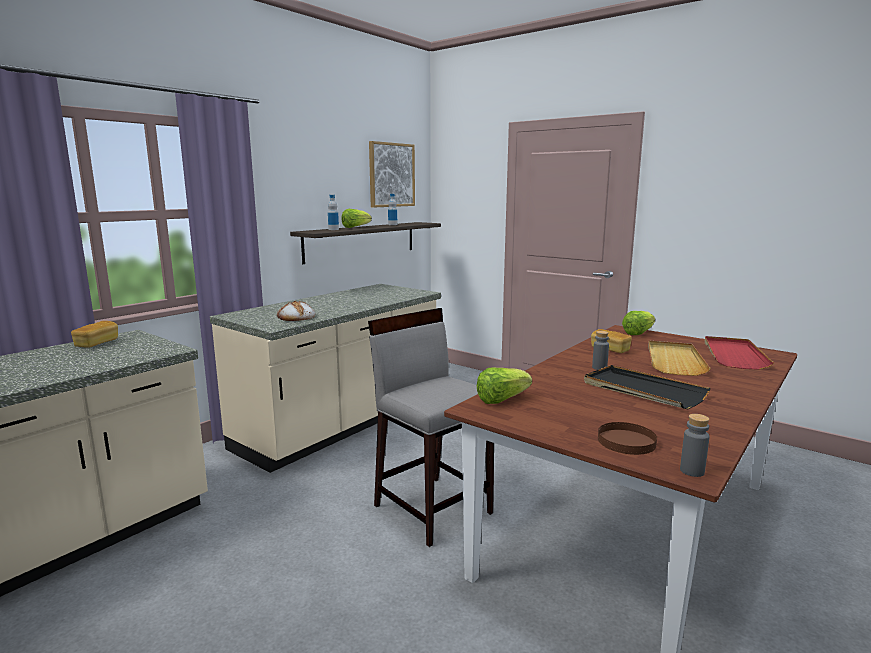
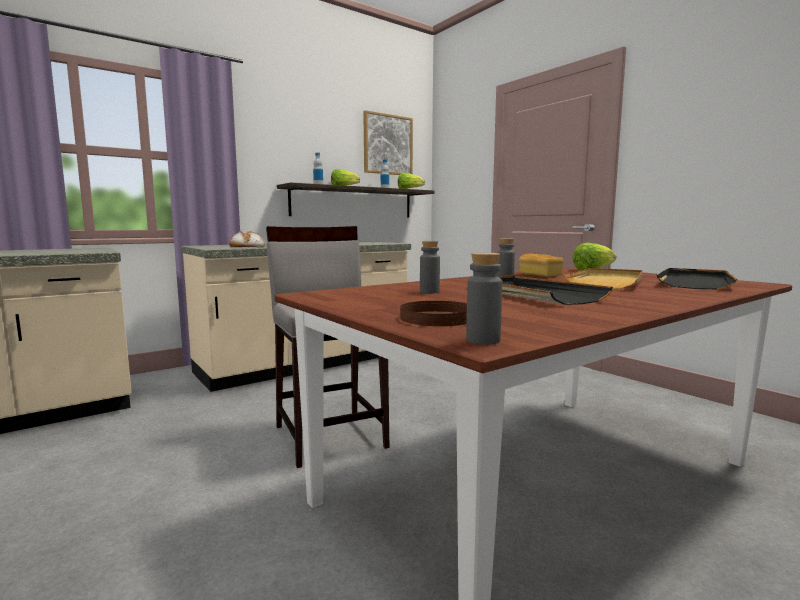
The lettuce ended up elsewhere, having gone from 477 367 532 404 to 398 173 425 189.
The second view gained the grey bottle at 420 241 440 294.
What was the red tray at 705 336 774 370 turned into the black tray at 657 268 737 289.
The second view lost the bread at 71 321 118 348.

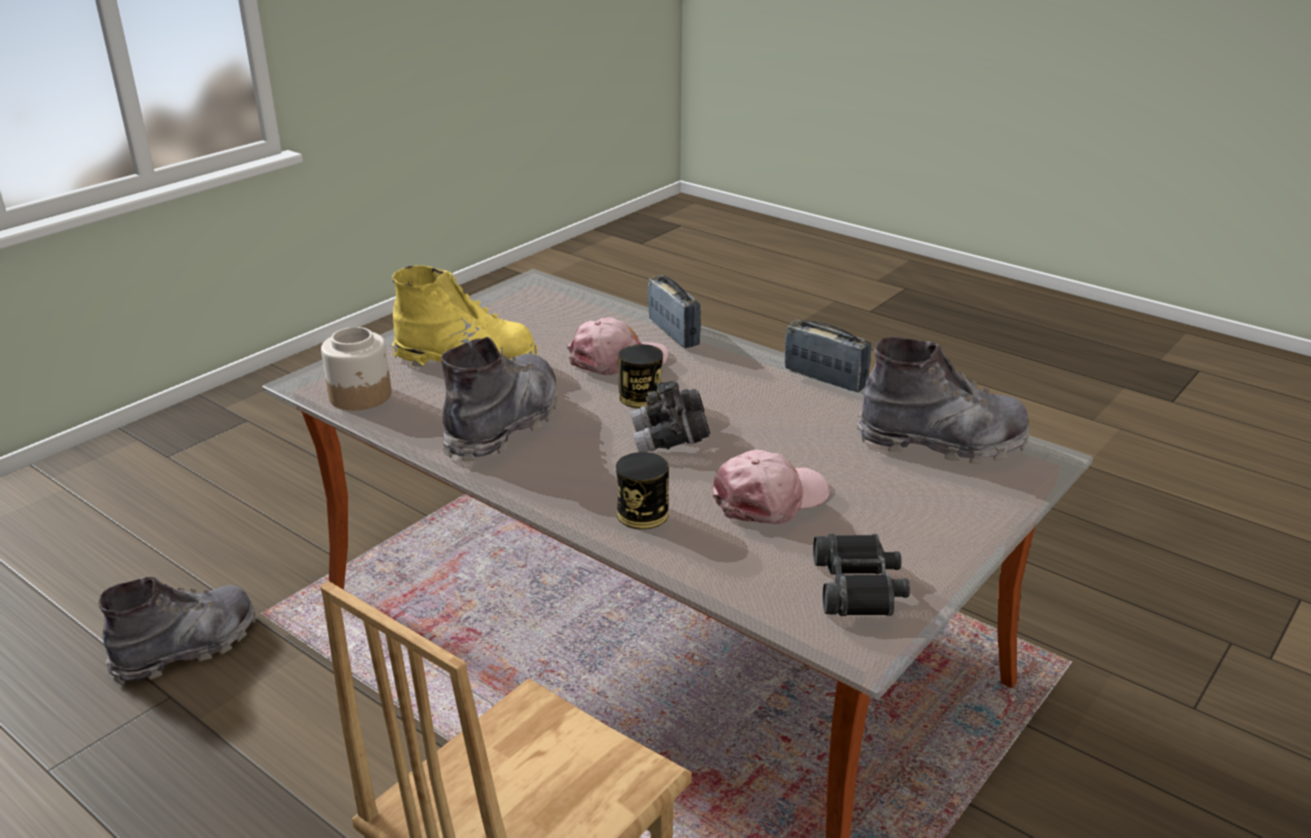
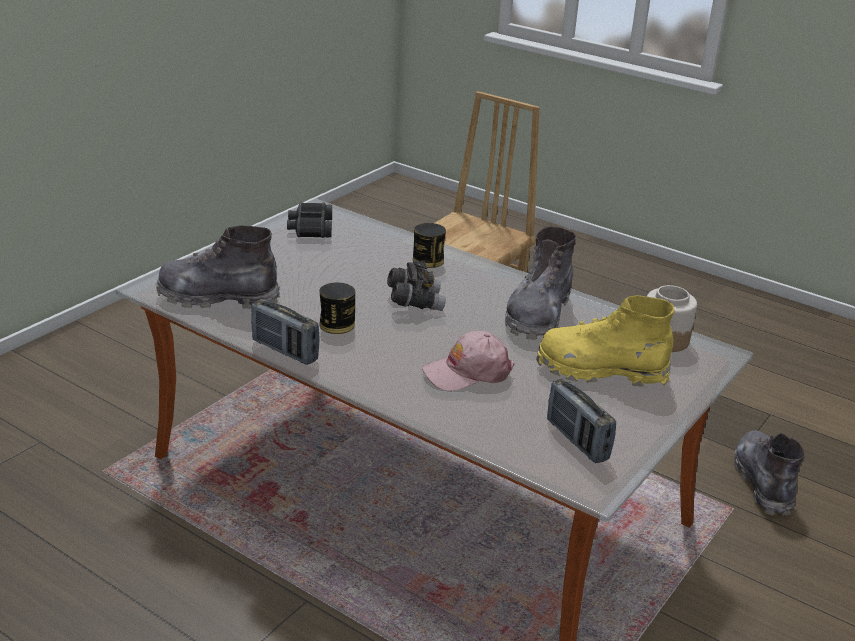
The can ended up elsewhere, having gone from 618 344 663 408 to 319 282 355 334.
The radio ended up elsewhere, having gone from 648 275 701 348 to 547 378 616 463.
The grey boot at 98 577 256 685 ended up facing another way, 135 degrees clockwise from before.
The second view lost the pink cap at 713 450 829 524.

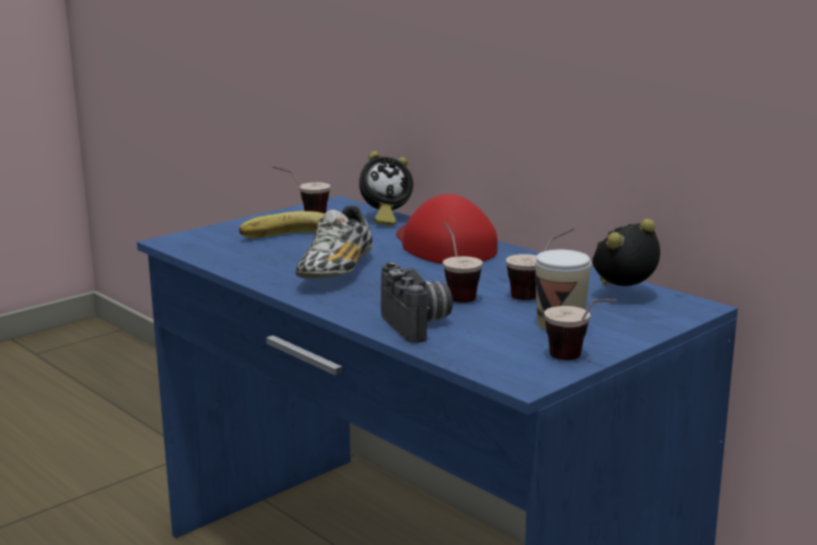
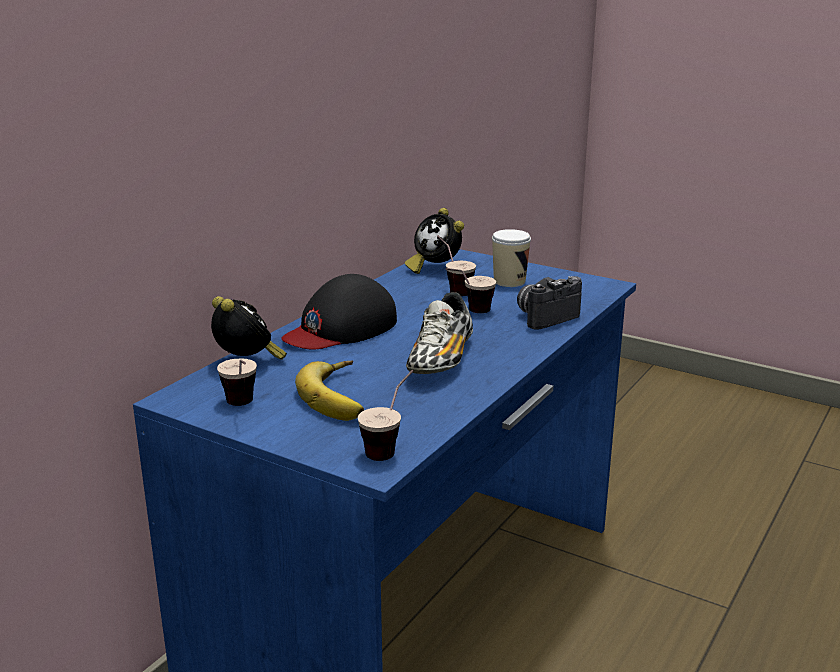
What was the red cap at 396 194 498 264 turned into the black cap at 281 274 397 350.
The cup ended up elsewhere, having gone from 544 299 617 360 to 358 370 413 461.
The shoe at 295 205 373 279 ended up facing another way, 105 degrees clockwise from before.

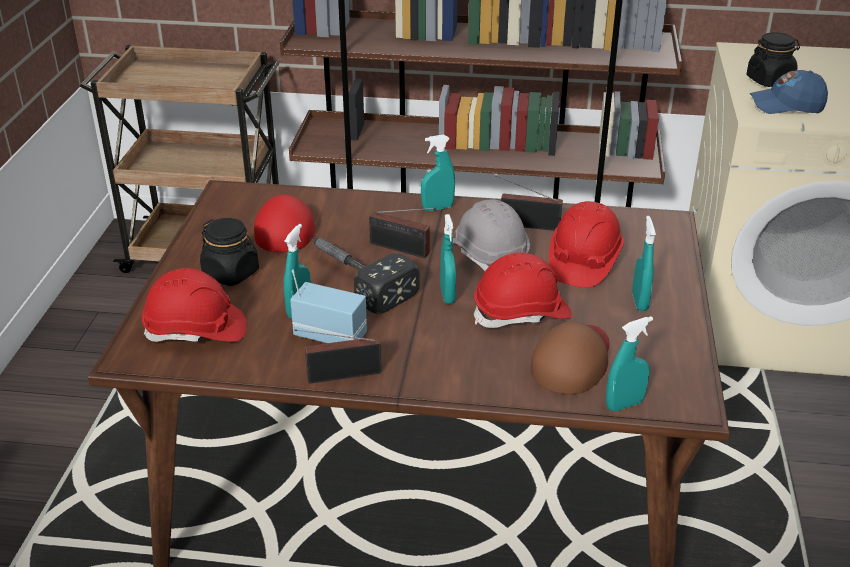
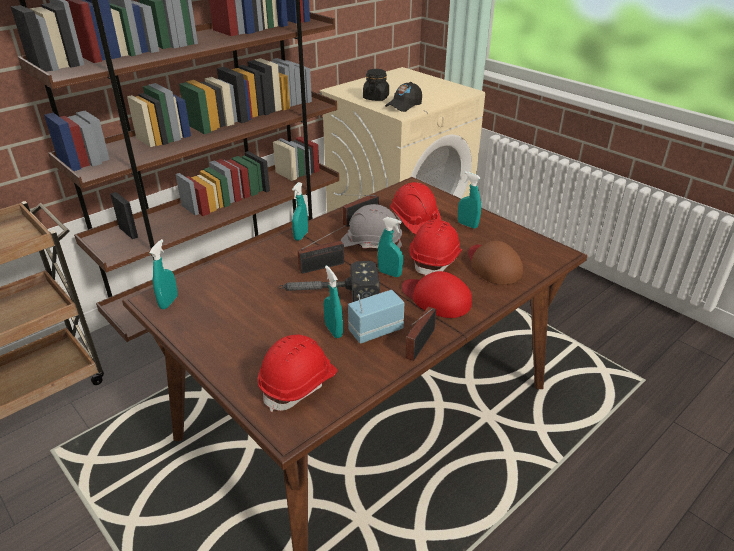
The turquoise spray bottle ended up elsewhere, having gone from 606 316 653 411 to 149 239 178 309.
What was the blue cap at 750 70 828 114 turned into the black cap at 385 82 422 112.
The red cap ended up elsewhere, having gone from 254 195 315 252 to 402 271 472 318.
The second view lost the black jar at 200 218 259 286.

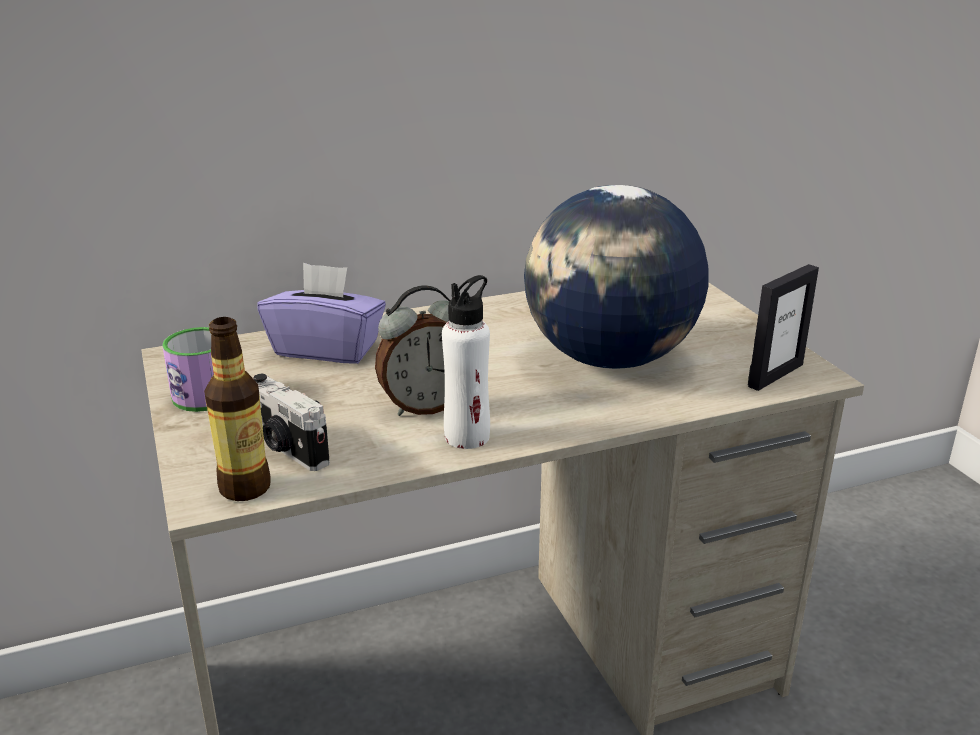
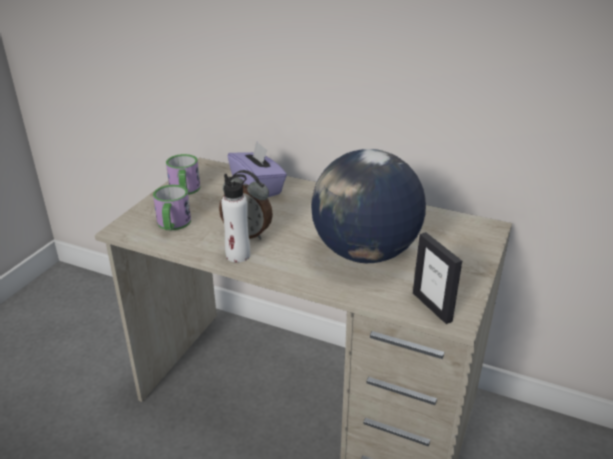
Where the photo camera stood at 253 374 330 471, the mug came to stand at 153 185 191 230.
The picture frame at 748 264 819 391 ended up facing another way, 60 degrees clockwise from before.
The second view lost the bottle at 204 317 271 501.

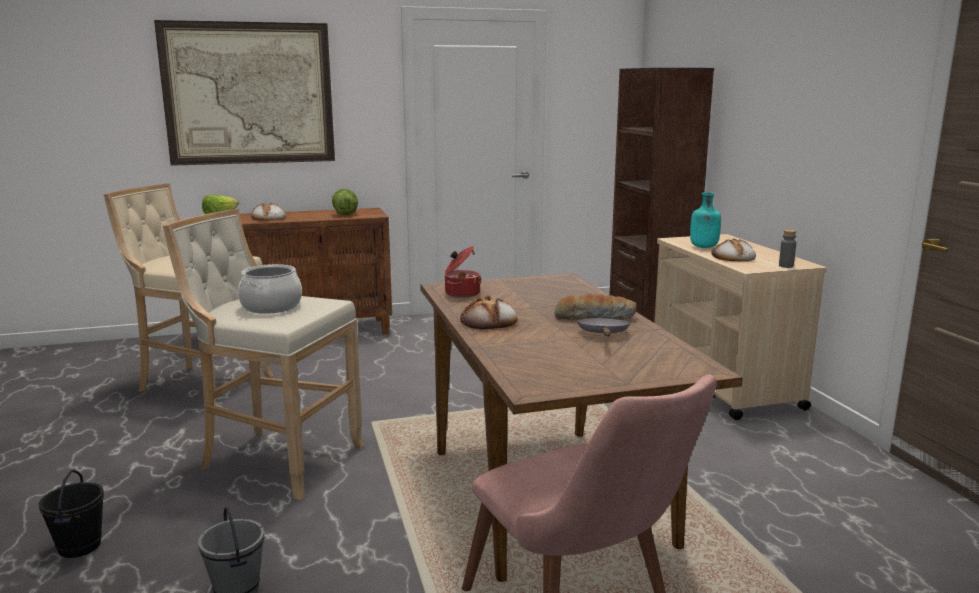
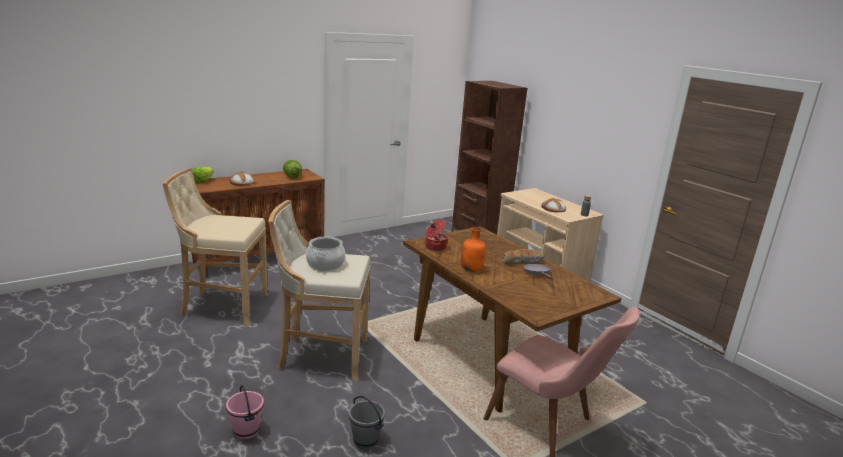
What was the black bucket at 39 469 104 558 turned into the pink bucket at 226 385 264 439.
Where the bread stood at 460 295 518 329, the orange bottle came to stand at 461 227 486 271.
The second view lost the picture at 154 20 335 166.
The second view lost the turquoise bottle at 690 192 721 248.

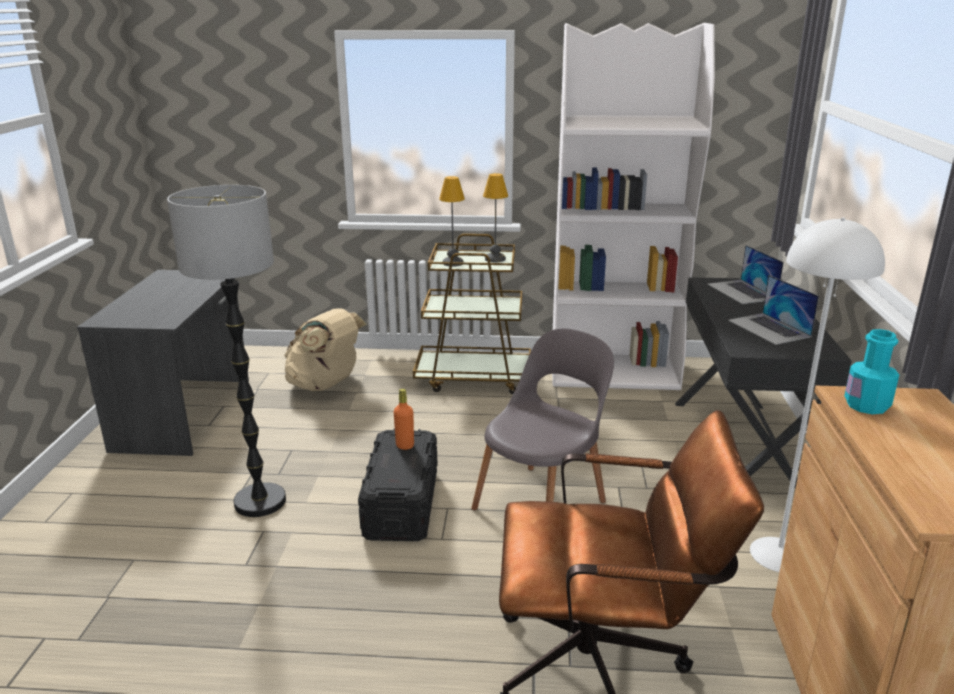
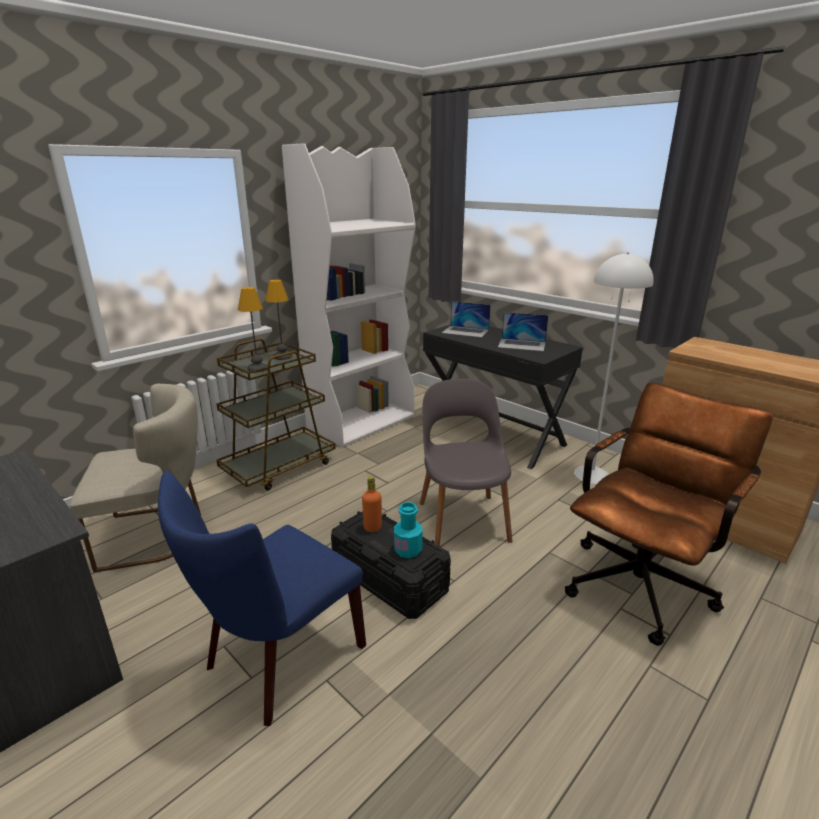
Where the beige backpack stood at 285 308 367 391, the beige chair came to stand at 69 384 201 573.
Where the floor lamp stood at 167 185 286 517, the blue chair came to stand at 158 471 366 726.
The turquoise bottle ended up elsewhere, having gone from 844 329 899 414 to 394 502 423 558.

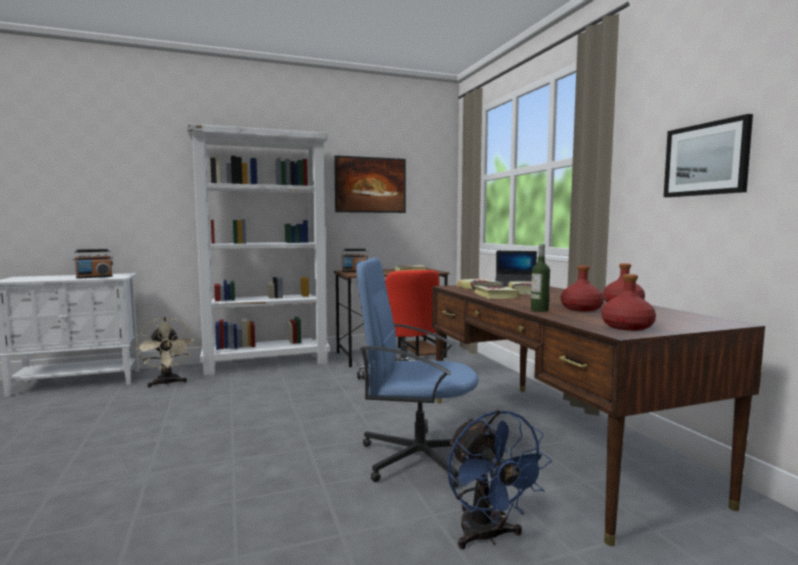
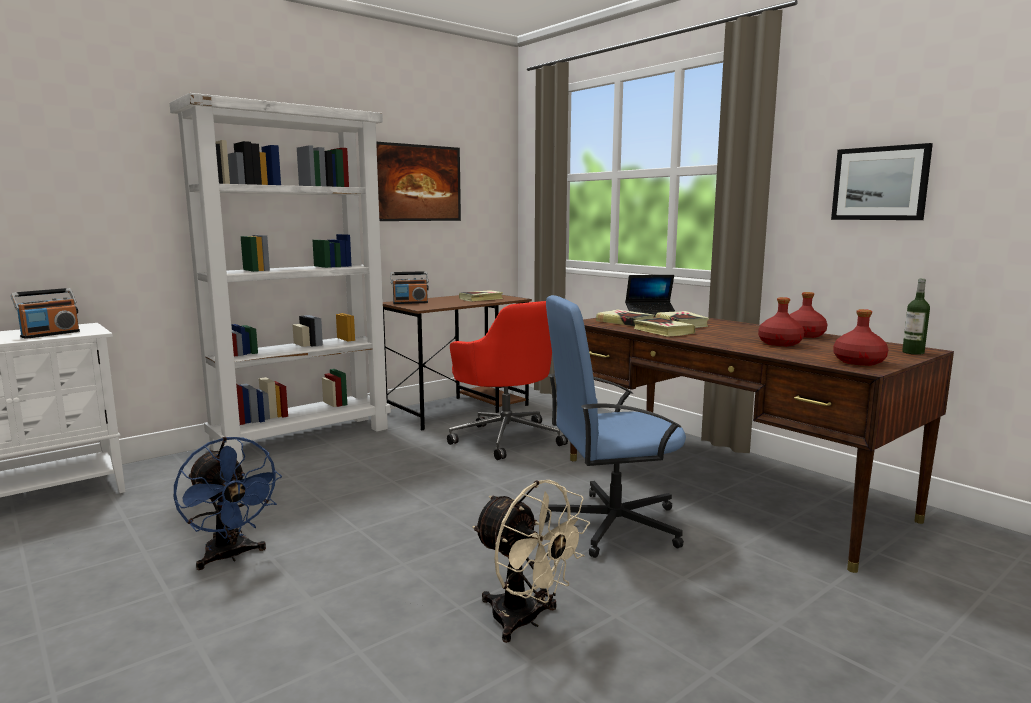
The blue fan ended up elsewhere, having gone from 447 410 552 549 to 174 437 282 570.
The beige fan ended up elsewhere, having gone from 136 317 194 388 to 472 480 590 643.
The bottle ended up elsewhere, having gone from 531 244 550 312 to 902 279 930 355.

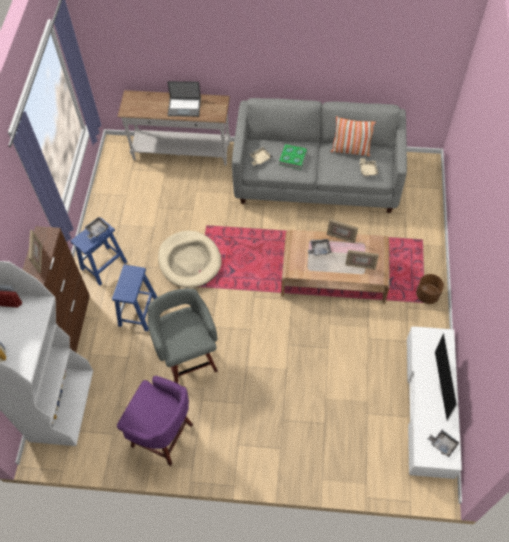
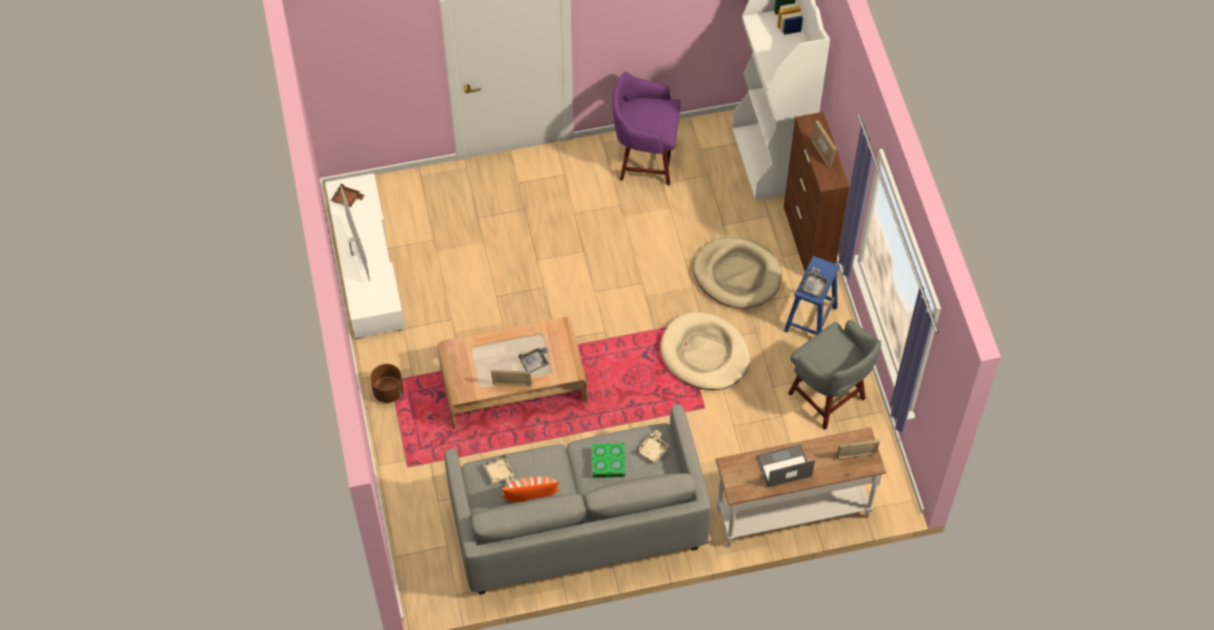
What was the grey tray at 428 430 459 457 turned into the brown tray at 331 184 365 207.
Where the blue stool stood at 112 265 157 331, the beige dog bed came to stand at 693 237 782 309.
The grey stool ended up elsewhere, having gone from 147 288 218 384 to 788 320 881 430.
The picture frame ended up elsewhere, having gone from 345 250 379 270 to 836 440 880 459.

